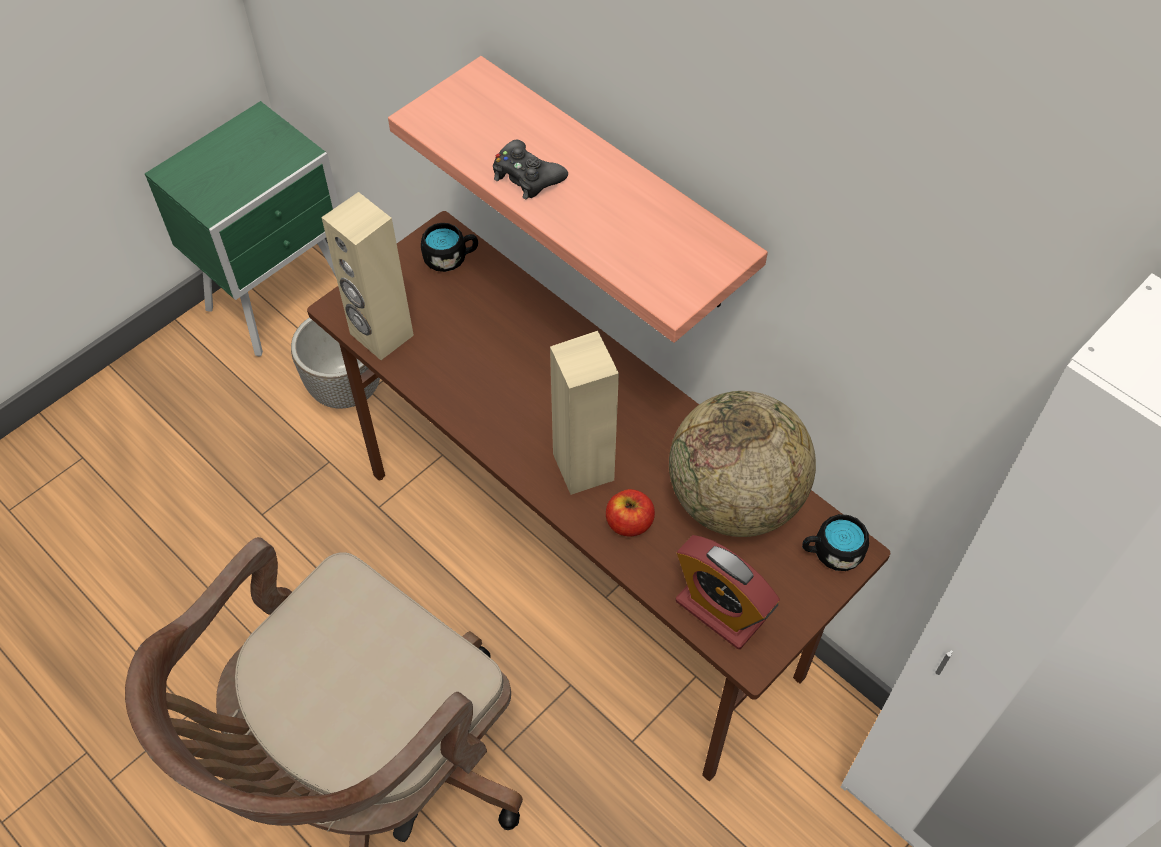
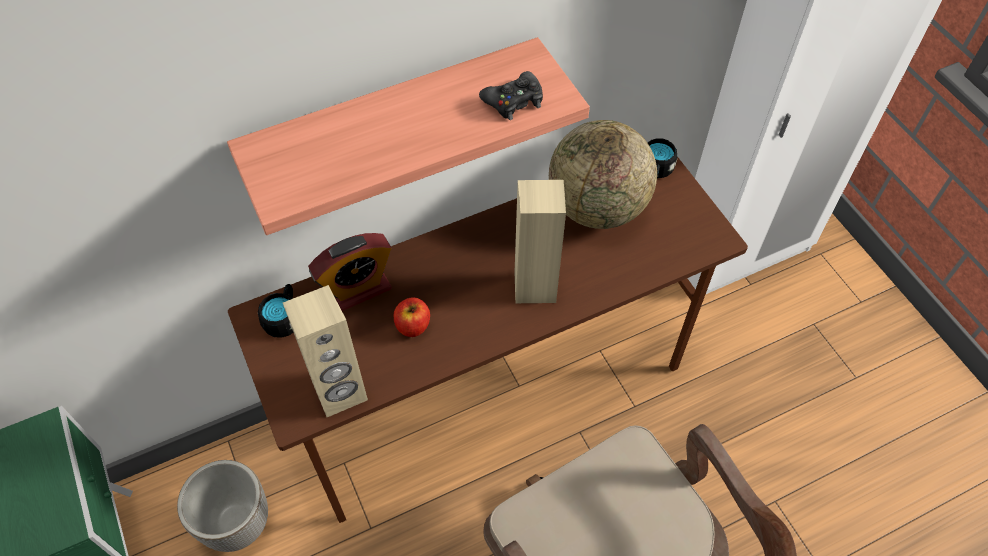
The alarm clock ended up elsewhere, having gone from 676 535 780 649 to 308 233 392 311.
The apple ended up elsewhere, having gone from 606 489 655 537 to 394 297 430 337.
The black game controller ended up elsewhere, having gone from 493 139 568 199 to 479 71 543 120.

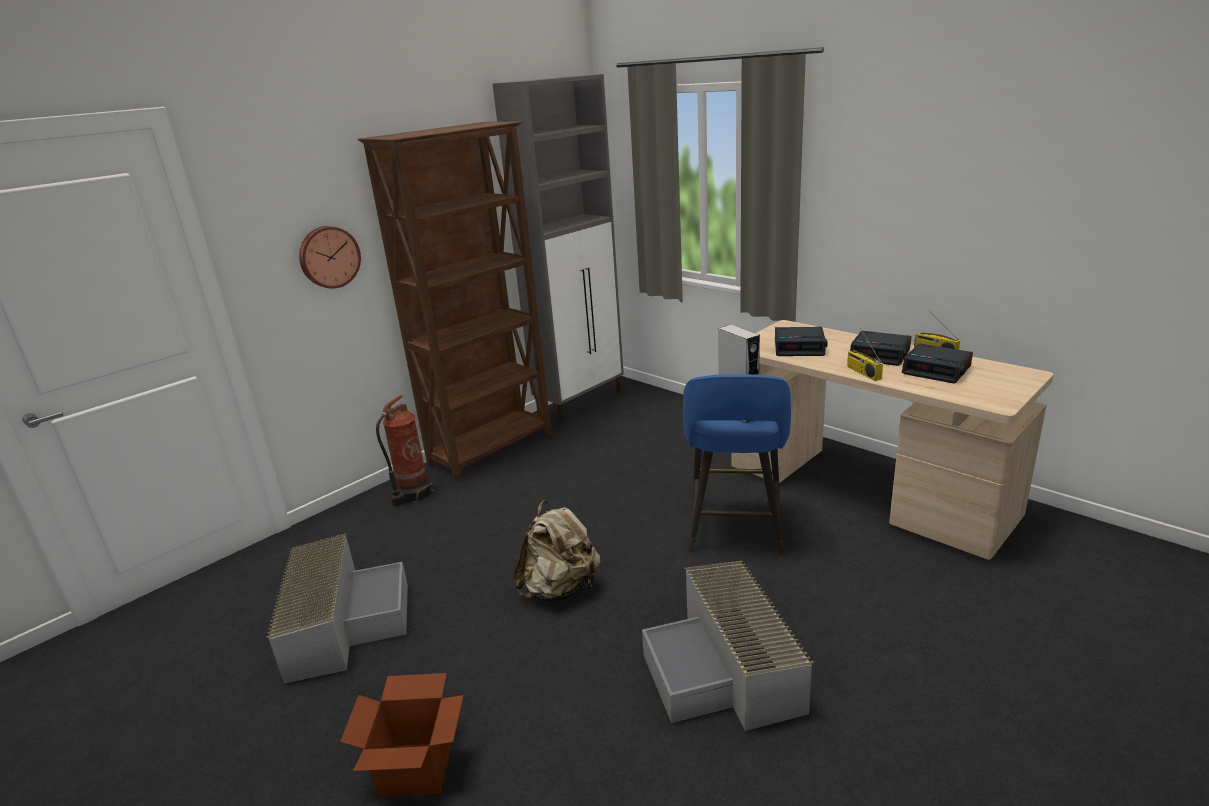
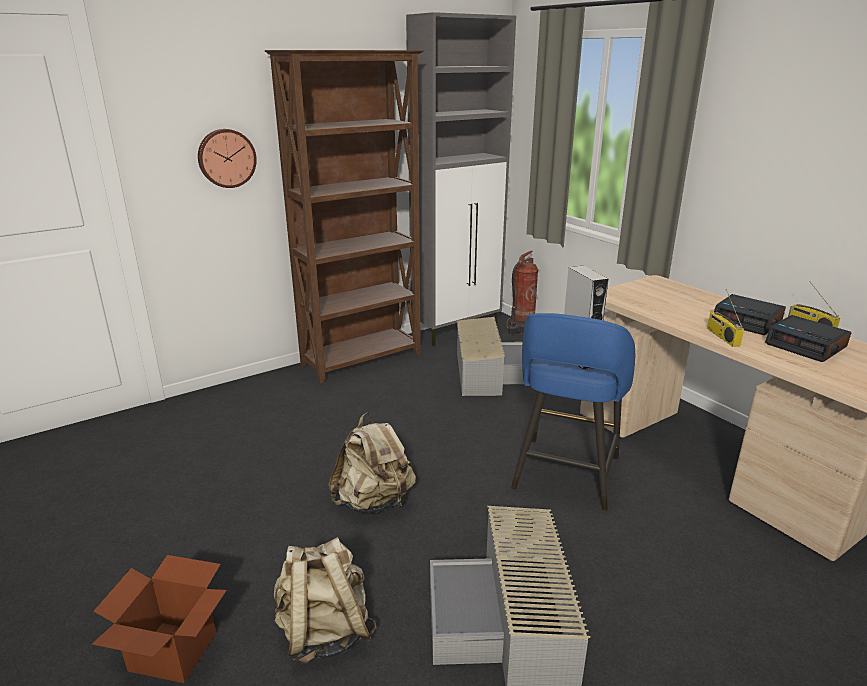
The second view gained the beige backpack at 274 537 376 663.
The grey storage box ended up elsewhere, having gone from 266 533 408 684 to 457 317 524 396.
The fire extinguisher ended up elsewhere, having gone from 376 395 436 506 to 506 250 538 334.
The second view lost the alarm clock at 775 327 827 356.

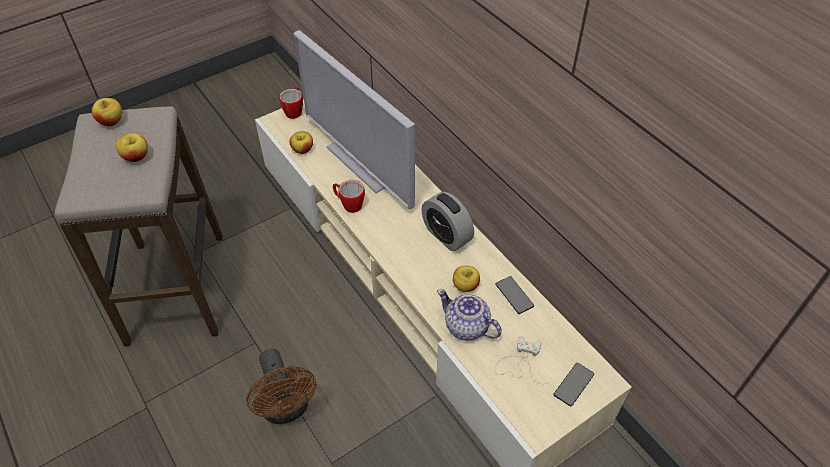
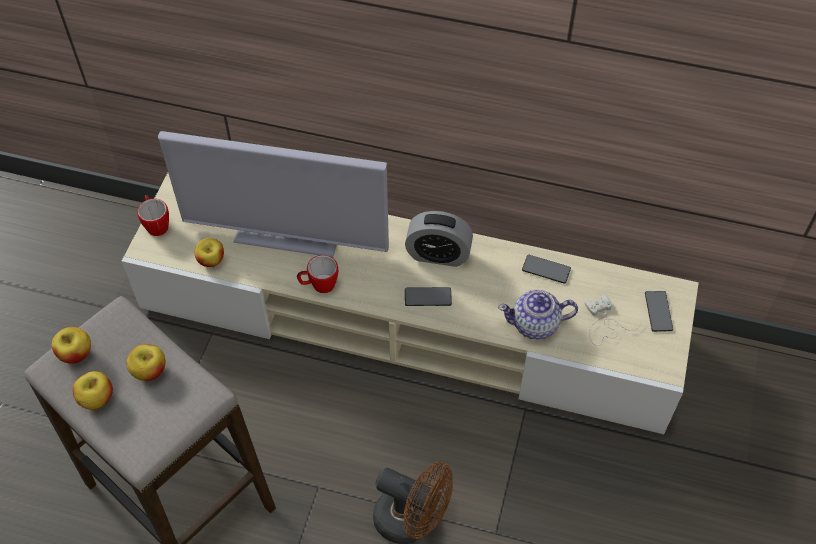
The apple ended up elsewhere, having gone from 453 266 480 292 to 73 371 113 410.
The second view gained the phone at 405 287 452 306.

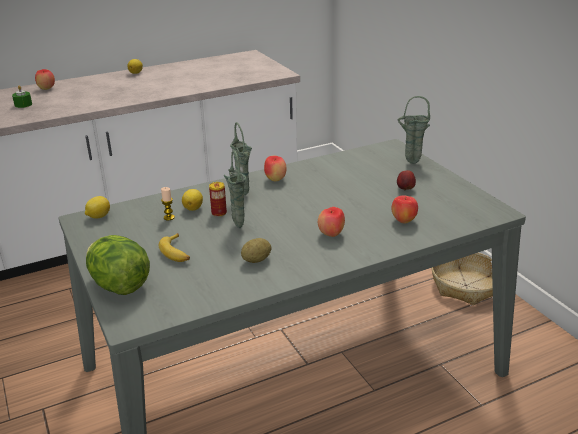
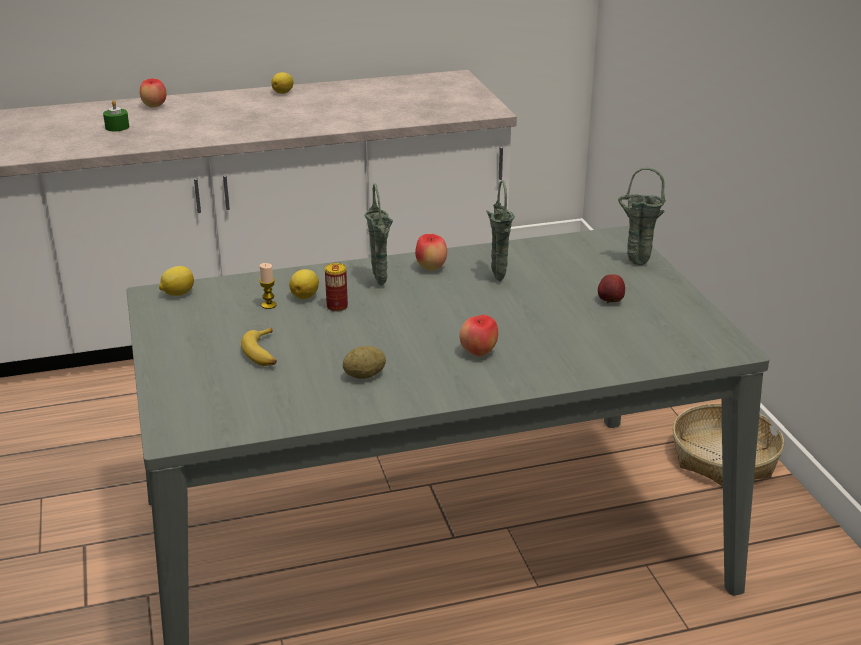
The green vase ended up elsewhere, having gone from 224 150 247 228 to 486 180 515 281.
The second view lost the lettuce at 86 235 150 295.
The second view lost the apple at 391 195 418 223.

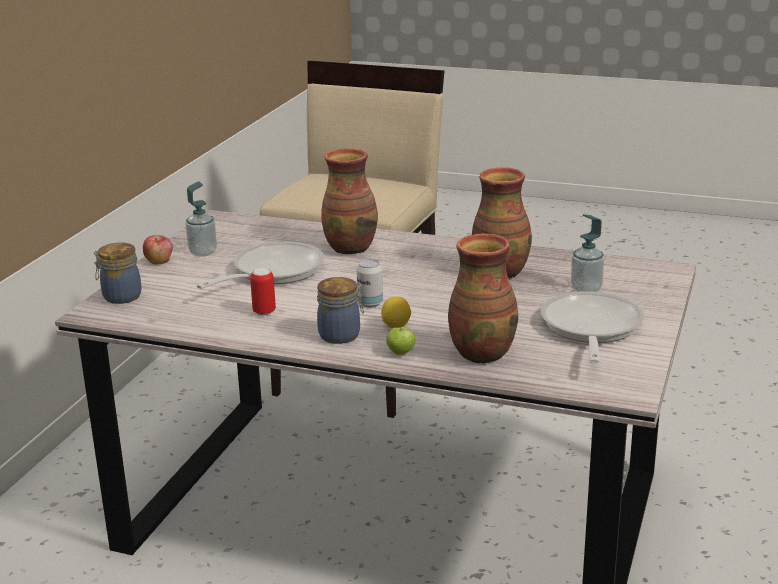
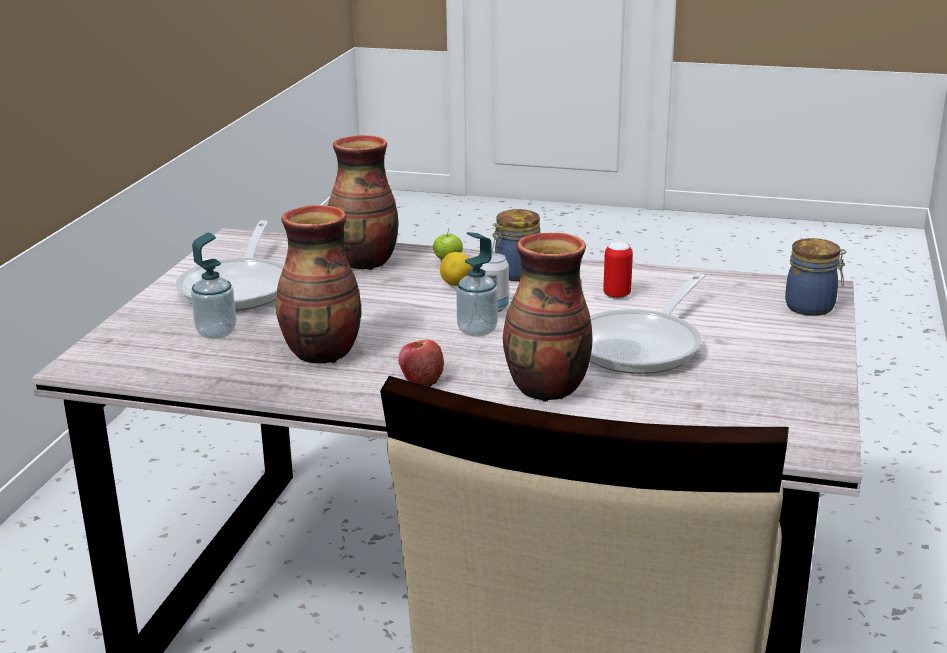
The apple ended up elsewhere, having gone from 143 235 173 264 to 398 340 444 387.
The soap dispenser ended up elsewhere, having gone from 186 182 217 256 to 456 232 498 337.

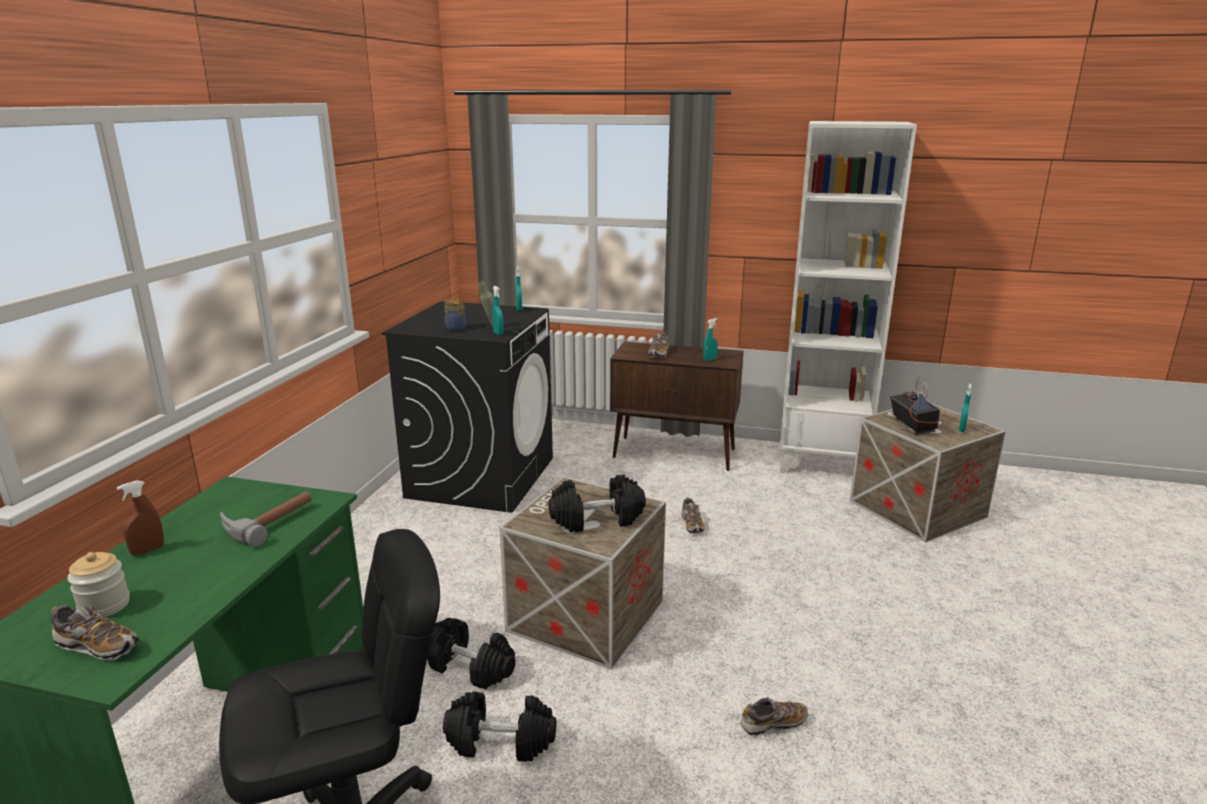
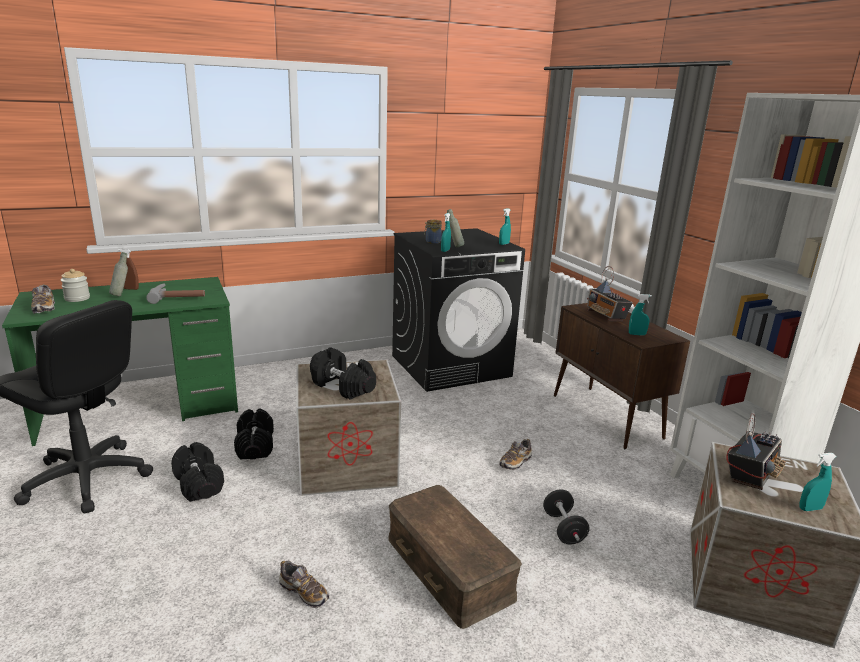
The second view gained the grey bottle at 109 252 128 296.
The second view gained the brown storage box at 388 485 522 629.
The second view gained the black dumbbell at 543 489 590 544.
Where the shoe stood at 648 332 669 358, the radio came to stand at 587 266 633 321.

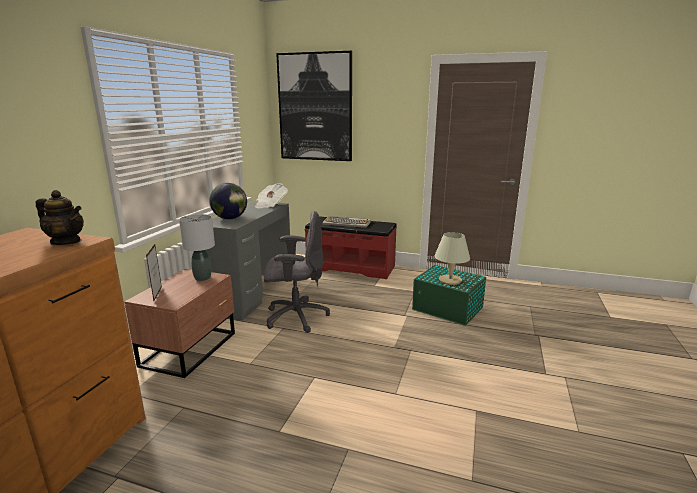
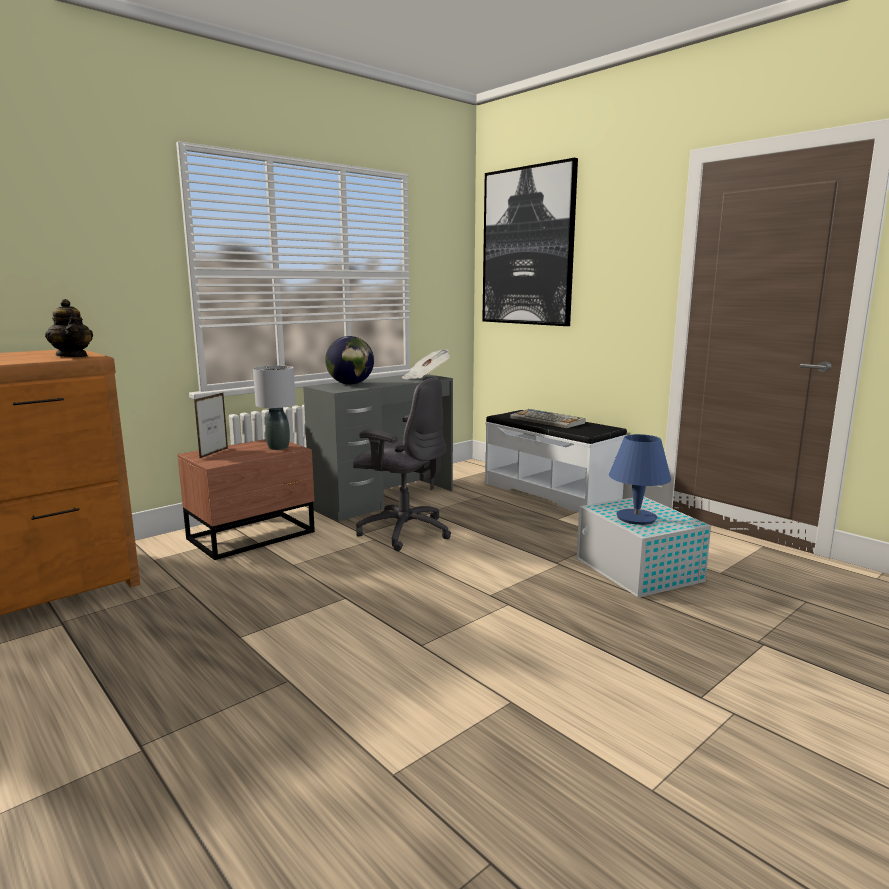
What was the red bench at 305 216 397 279 turned into the white bench at 485 410 627 512.
What was the green storage box at 412 265 486 326 turned into the white storage box at 577 497 711 597.
What was the beige table lamp at 435 232 470 285 turned into the blue table lamp at 609 434 671 525.

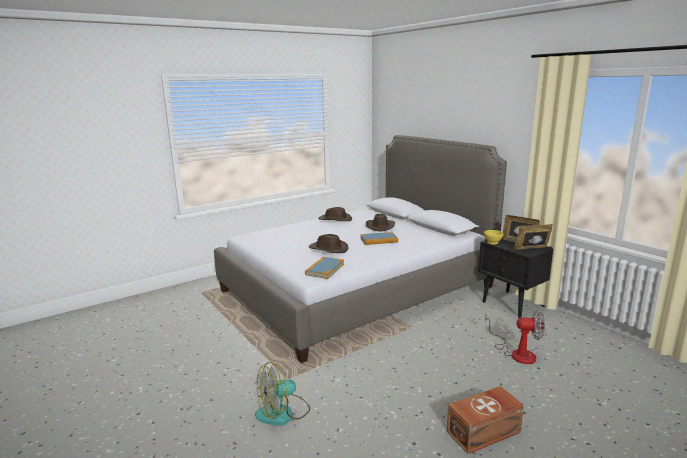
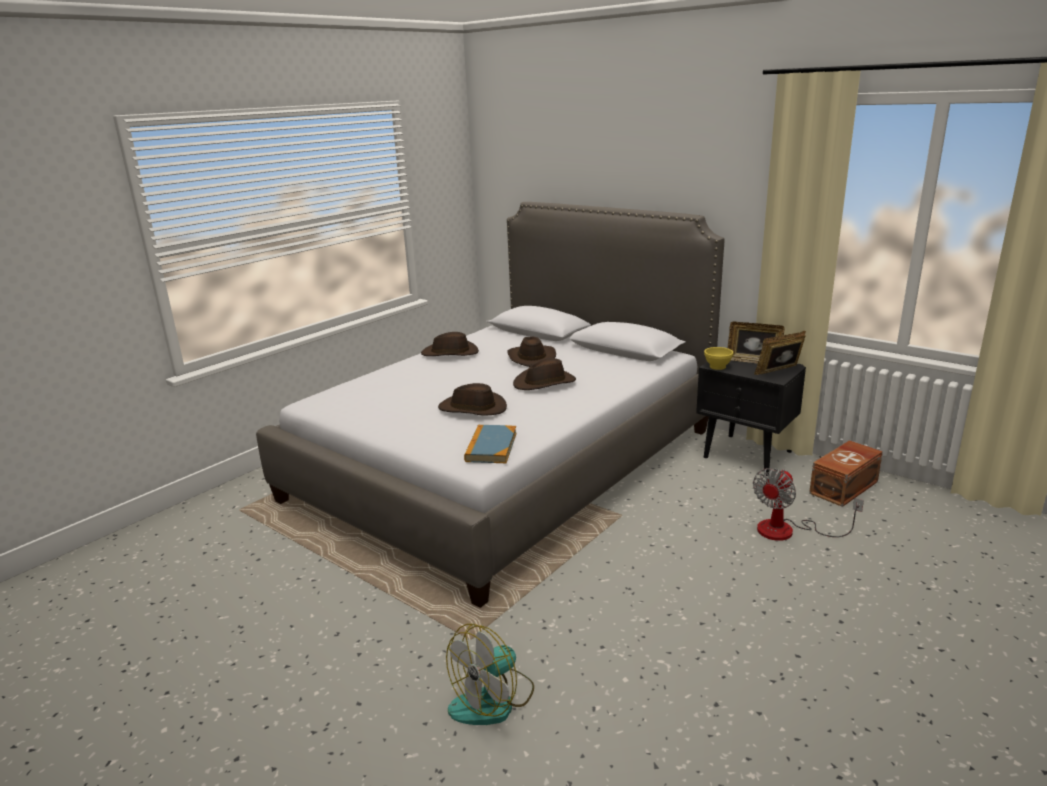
Where the book stood at 360 232 398 245, the brown hat came to stand at 513 358 576 390.
The fan at 485 310 545 364 ended up facing another way, 135 degrees clockwise from before.
The brown storage box ended up elsewhere, having gone from 447 386 524 454 to 809 440 883 507.

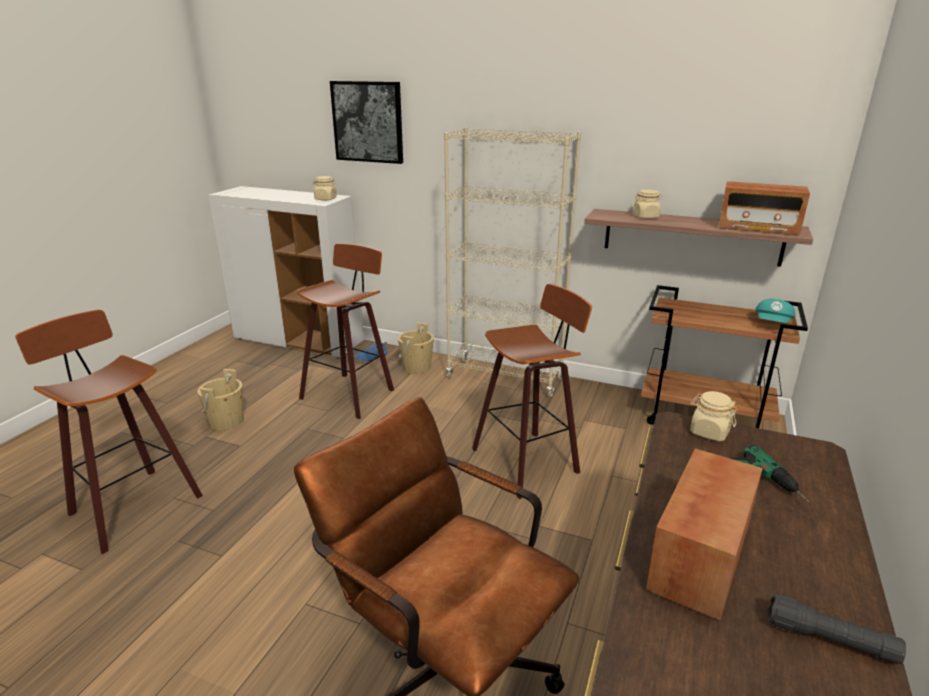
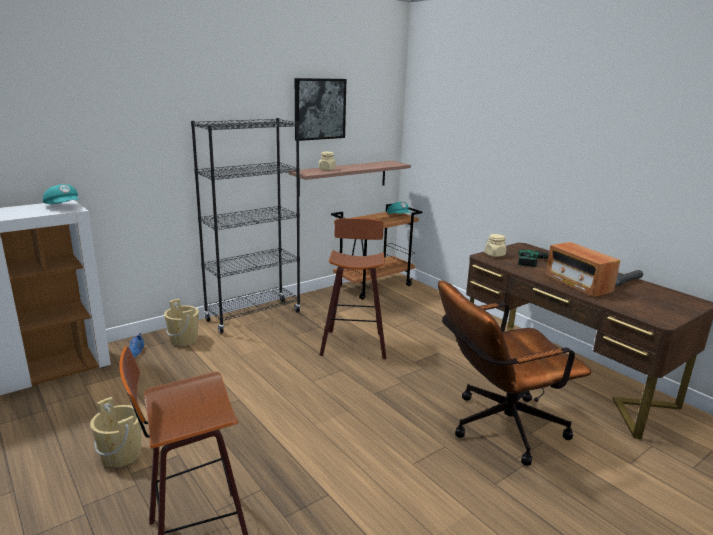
Where the beige jar stood at 312 176 337 201, the turquoise cap came to stand at 43 184 79 204.
What was the beige bookcase at 444 127 581 397 turned into the black bookcase at 191 118 301 334.
The picture ended up elsewhere, having gone from 330 81 403 164 to 295 78 346 141.
The second view lost the stool at 297 243 394 419.
The second view lost the radio at 719 181 810 236.

